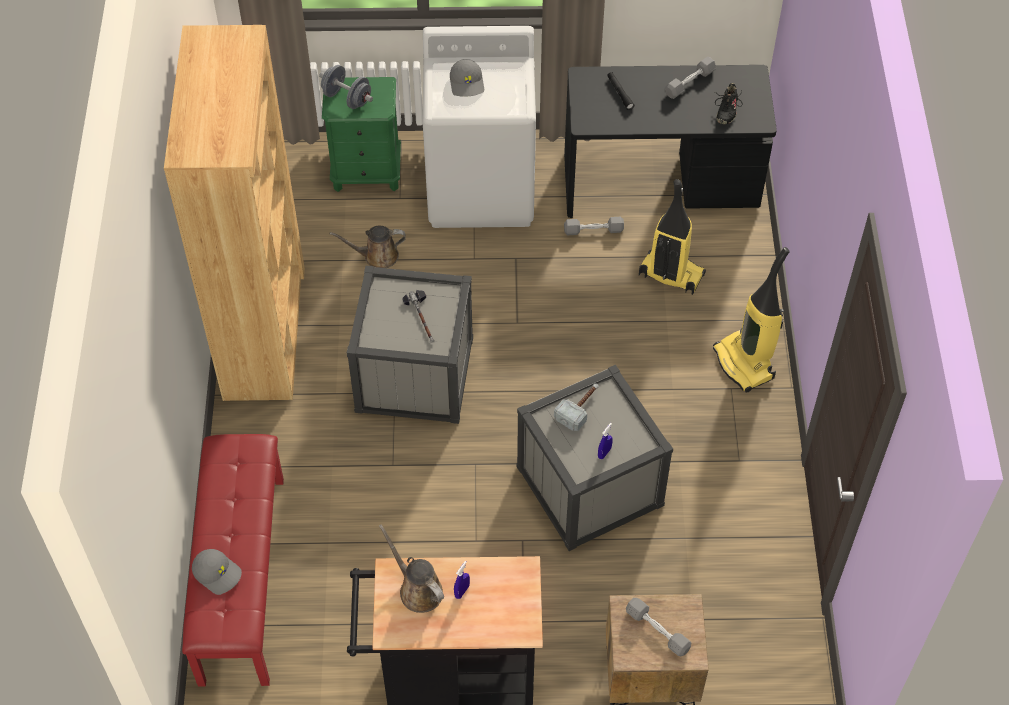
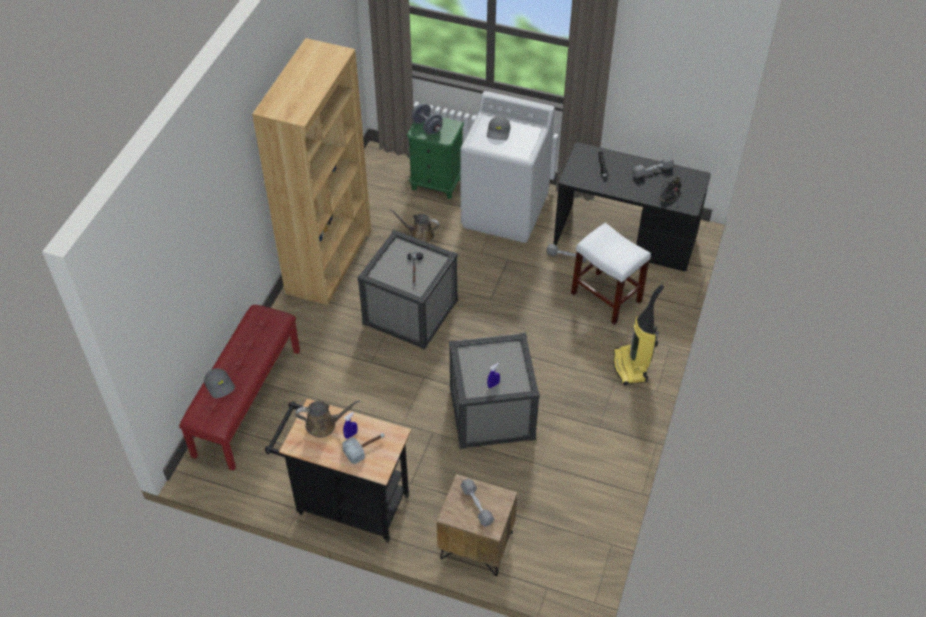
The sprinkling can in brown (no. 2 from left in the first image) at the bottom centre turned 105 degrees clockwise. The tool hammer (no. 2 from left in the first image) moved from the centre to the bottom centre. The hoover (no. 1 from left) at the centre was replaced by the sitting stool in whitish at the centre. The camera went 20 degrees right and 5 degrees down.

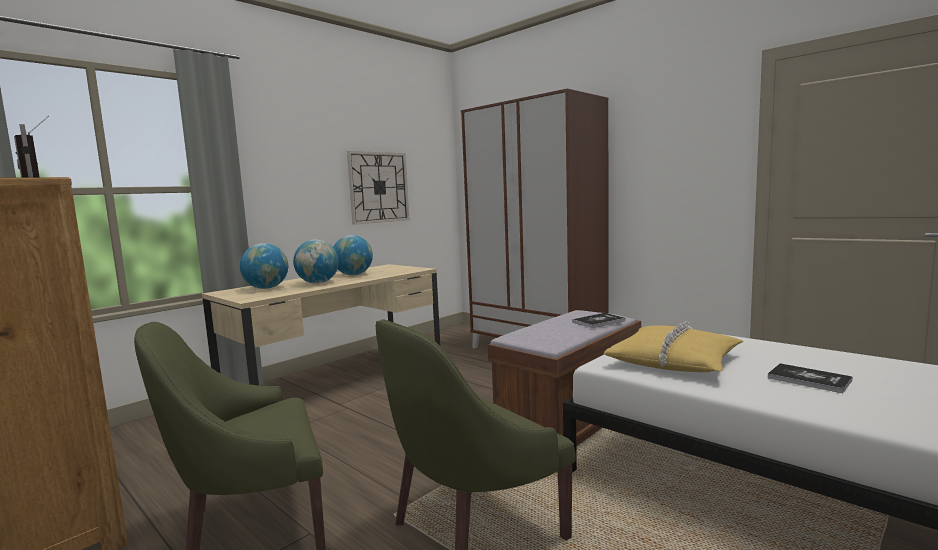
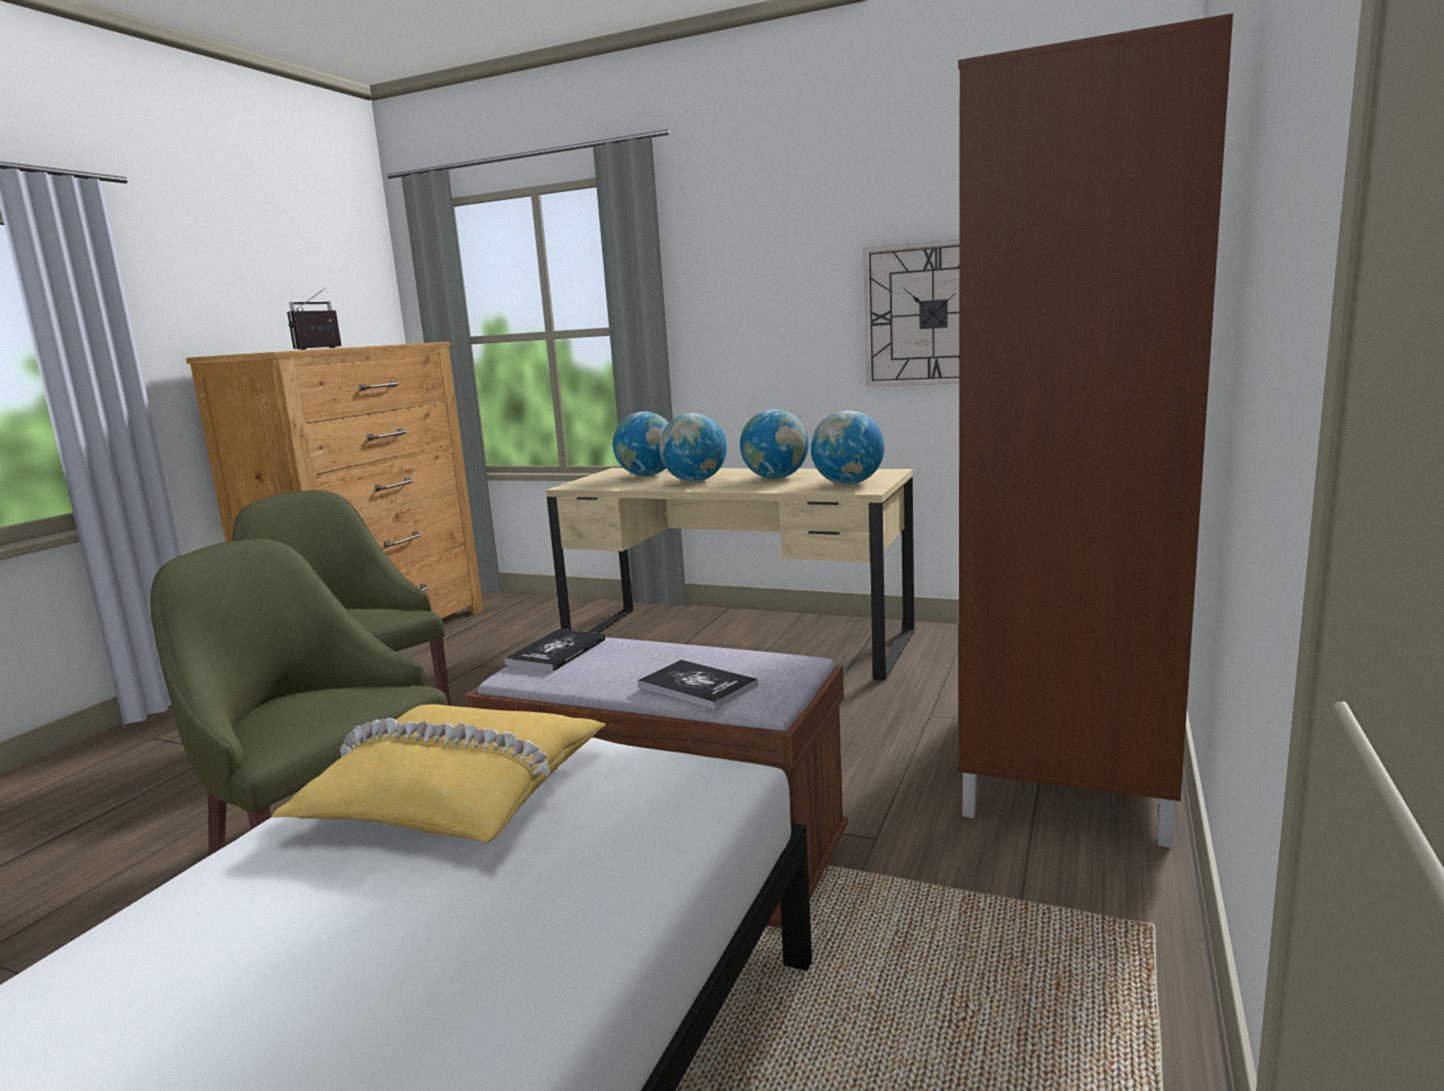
The bound book (no. 2 from left in the first image) moved from the bottom right to the centre. The globe (no. 4 from left) at the centre appeared. The camera went 70 degrees right and 5 degrees up.

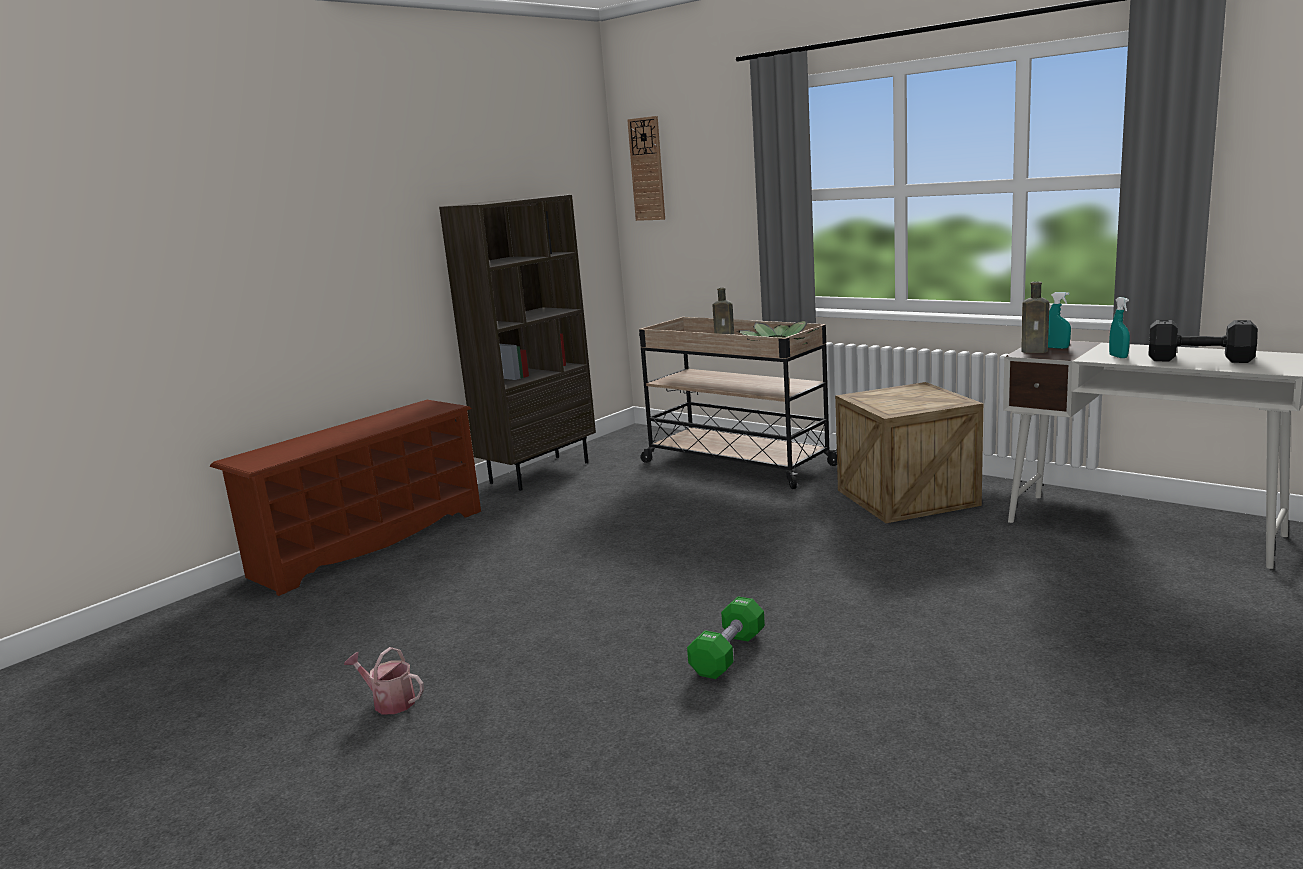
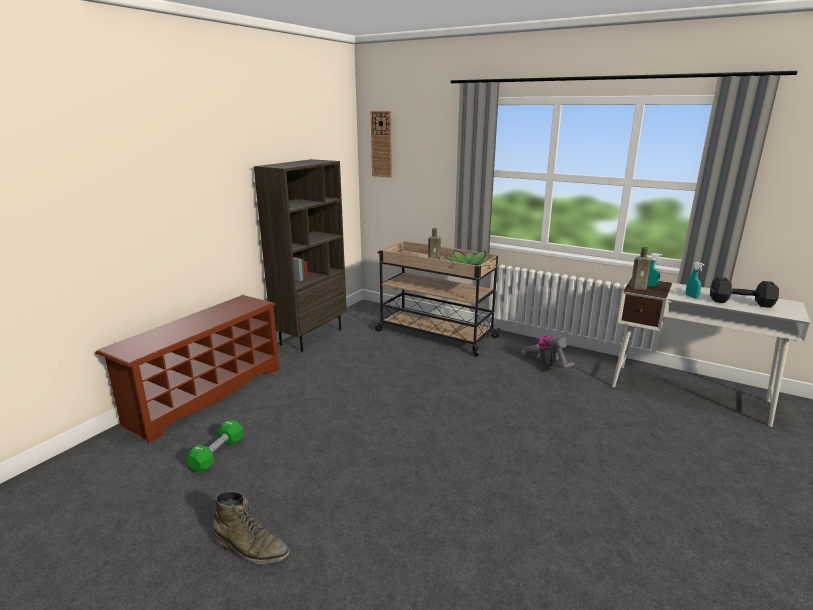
The dumbbell in green-coloured moved from the bottom centre to the bottom left. The sprinkling can at the bottom left was replaced by the tall boot in green-coloured at the bottom left. The packing crate at the middle right was replaced by the hoover at the middle right. The camera went 10 degrees left and 5 degrees up.

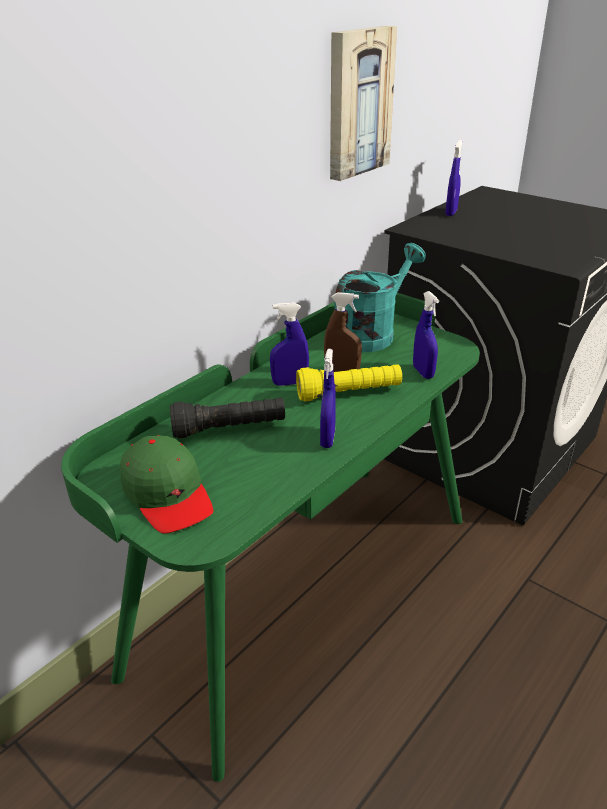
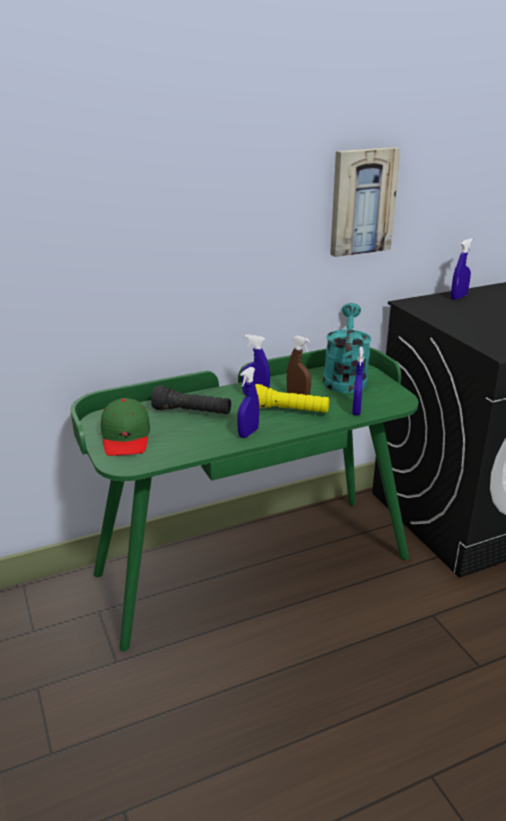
The sprinkling can in blue-green at the centre turned 60 degrees counterclockwise. The camera went 25 degrees right and 5 degrees down.

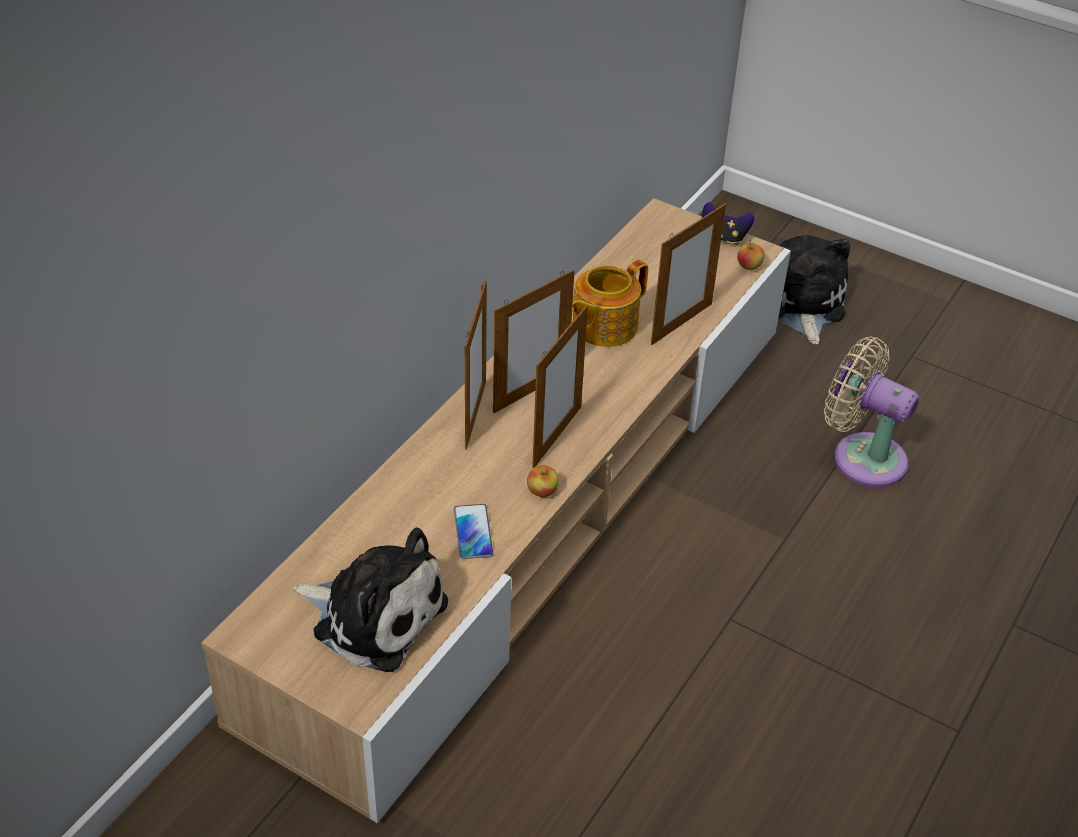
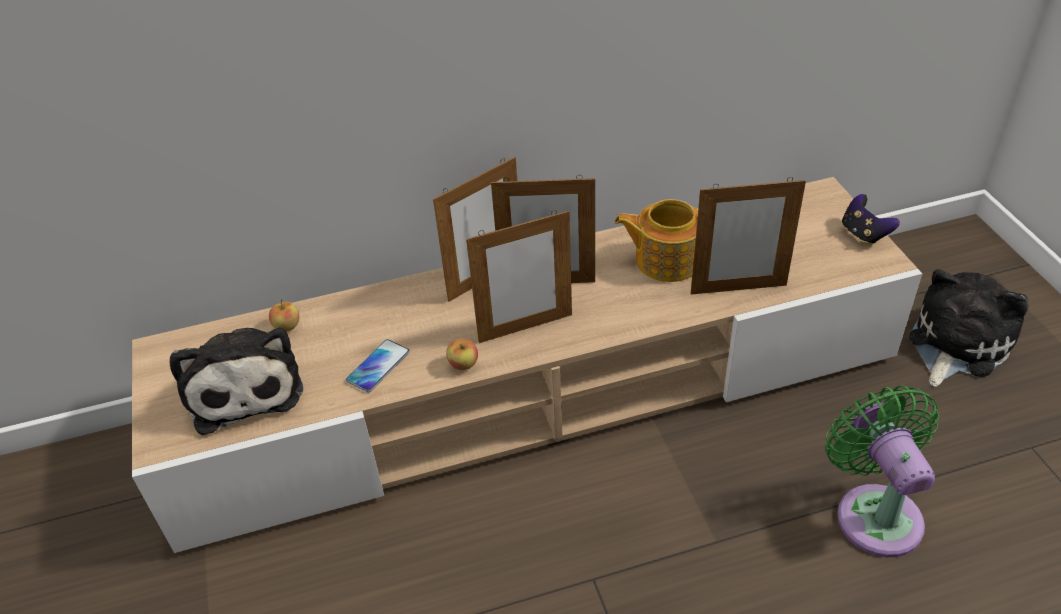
The apple fruit (no. 2 from left in the first image) moved from the top right to the middle left. The electric fan in beige at the middle right became the electric fan in green-coloured at the bottom right. The camera went 45 degrees right and 0 degrees up.

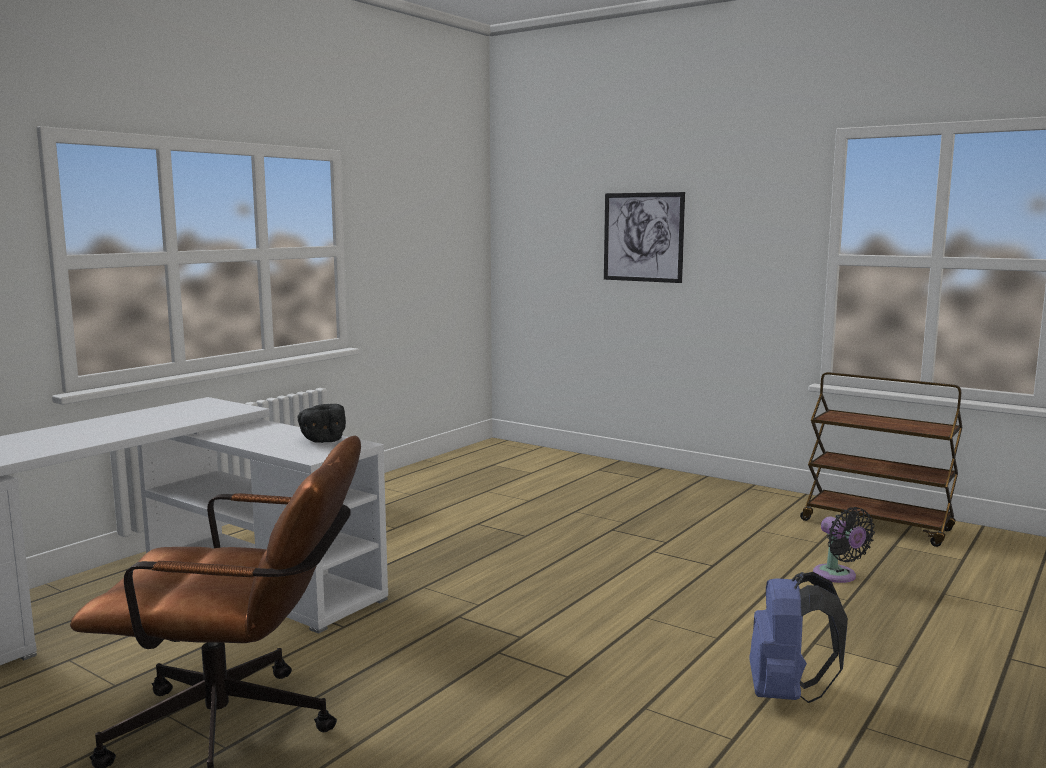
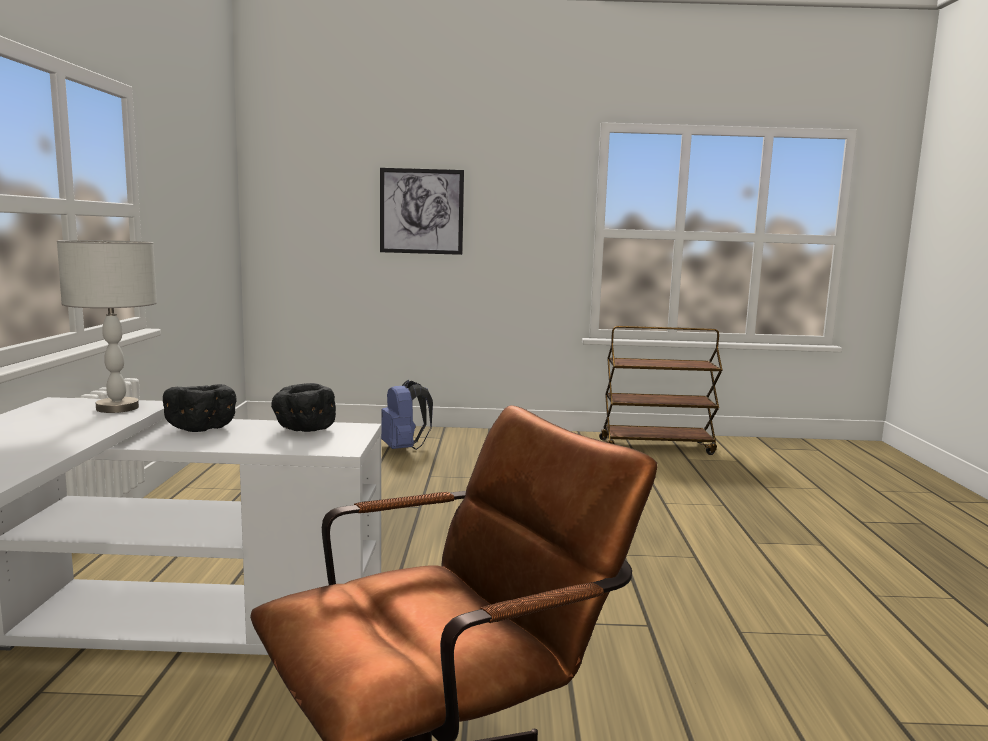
The tabletop lamp in grey at the middle left appeared. The deep dish in black-coloured (no. 1 from left) at the middle left appeared. The knapsack in bluish moved from the bottom right to the centre. The electric fan in black-coloured at the bottom right disappeared. The camera went 35 degrees left and 0 degrees up.

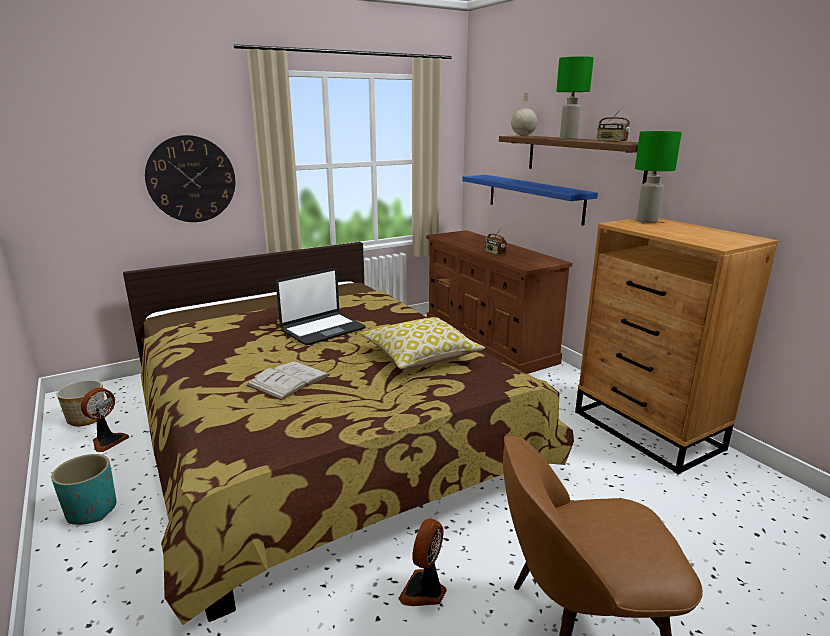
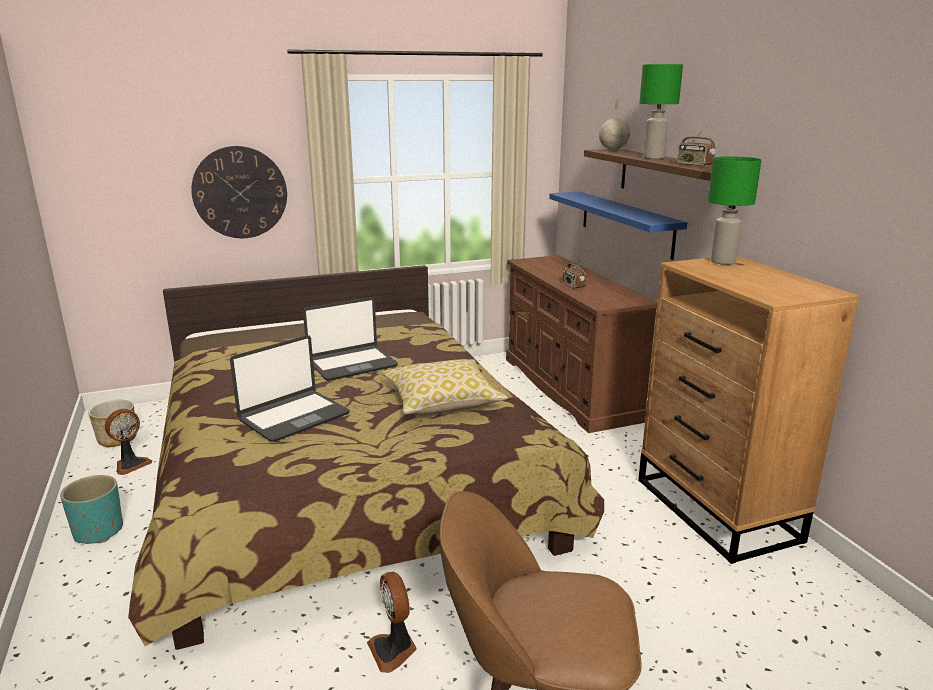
The bound book in whitish at the centre was replaced by the notebook computer (no. 1 from left) at the middle left. The electric fan (no. 2 from left) at the bottom centre turned 60 degrees counterclockwise. The camera went 10 degrees right and 0 degrees up.

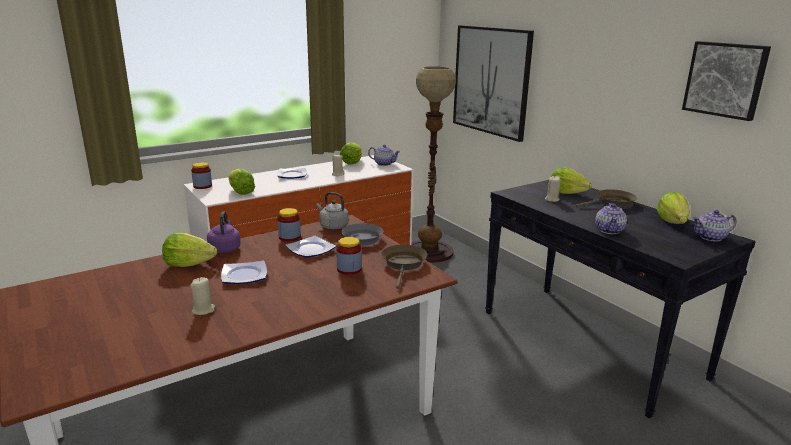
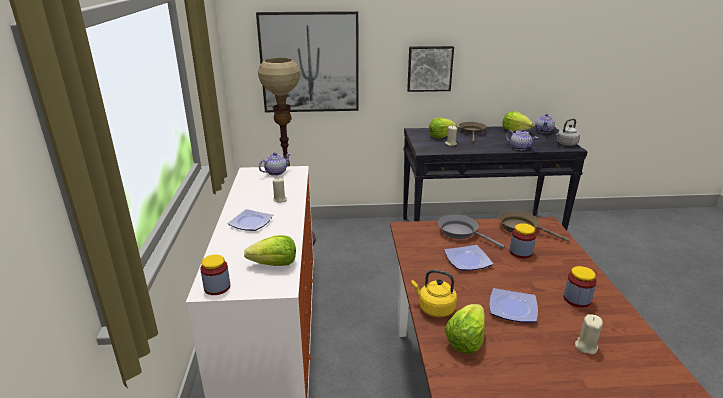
The wall picture (no. 2 from left) moved from the top right to the top centre. The tea kettle in purple-coloured at the middle left became the tea kettle in yellow-coloured at the bottom centre. The tea kettle in grey moved from the centre to the top right. The preserve jar (no. 2 from left in the first image) moved from the centre to the bottom right. The lettuce (no. 3 from left) at the centre disappeared. The camera went 60 degrees left and 5 degrees up.

